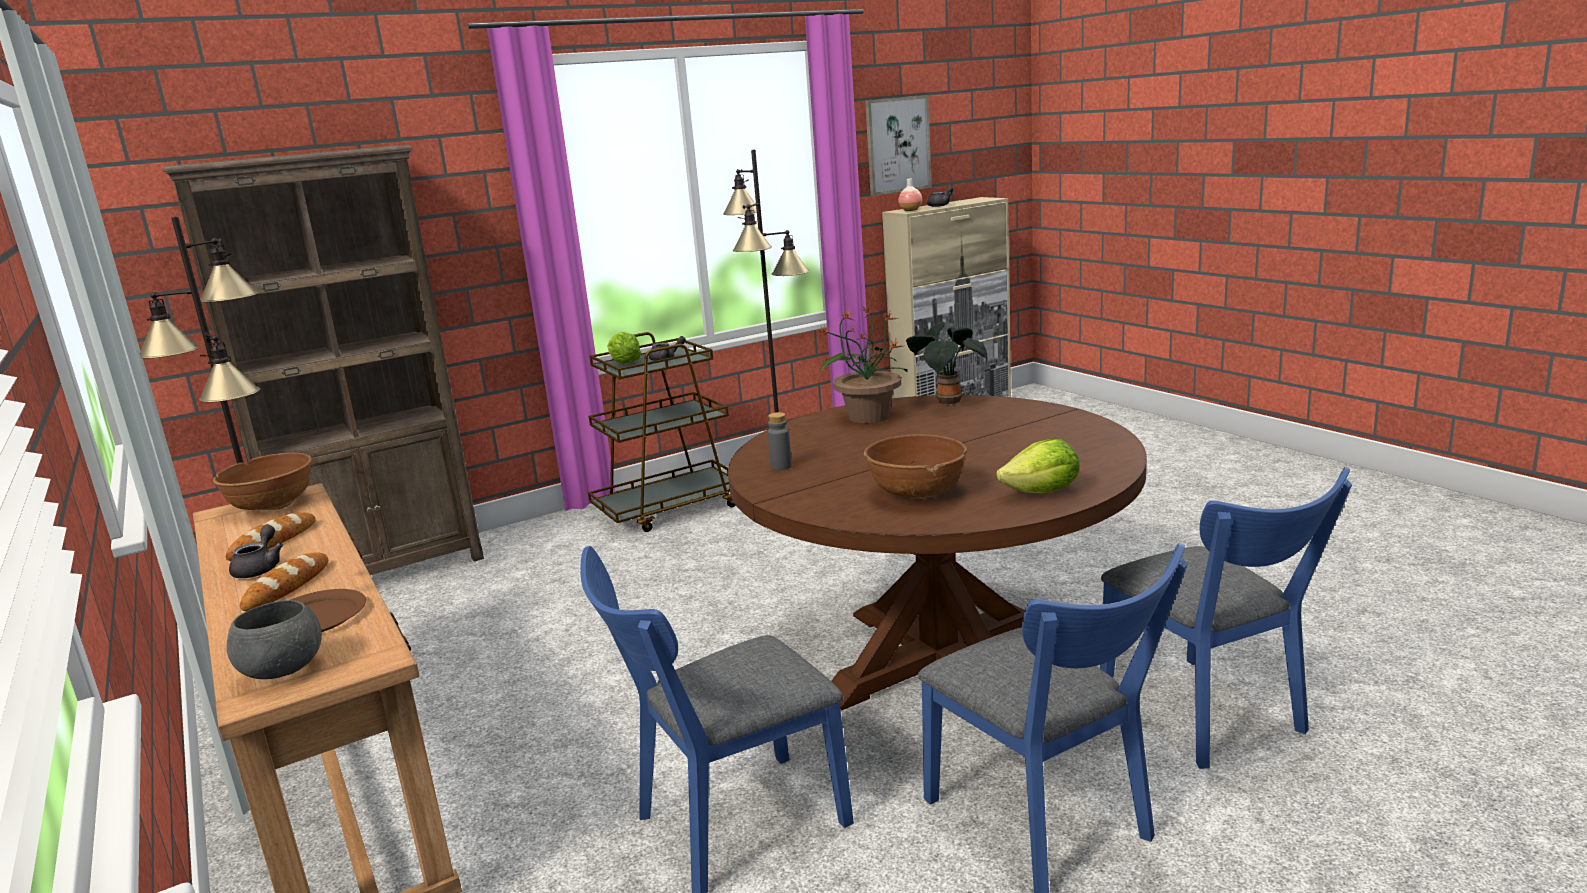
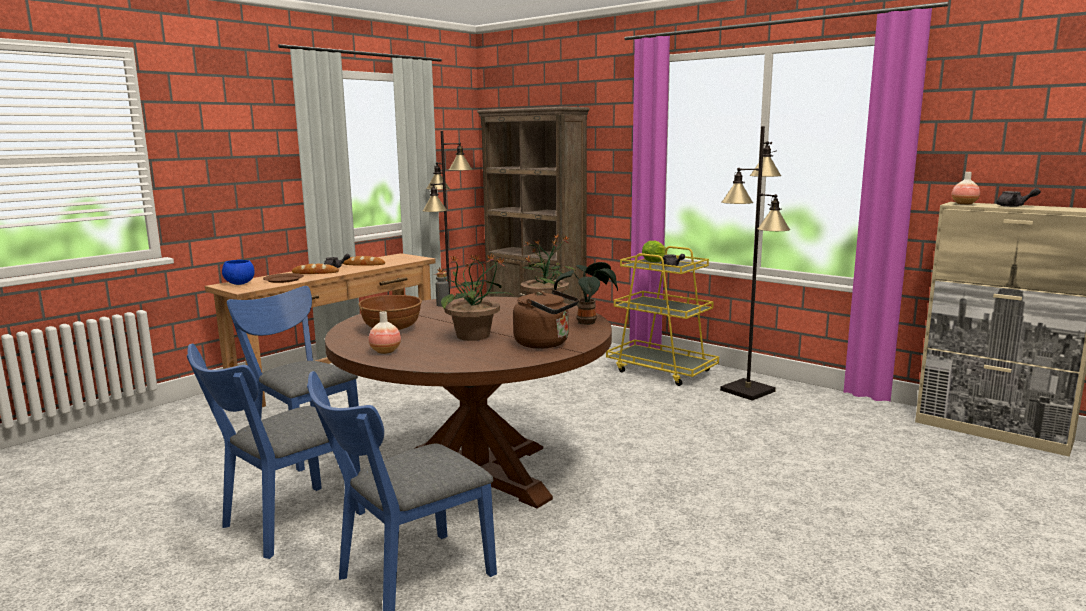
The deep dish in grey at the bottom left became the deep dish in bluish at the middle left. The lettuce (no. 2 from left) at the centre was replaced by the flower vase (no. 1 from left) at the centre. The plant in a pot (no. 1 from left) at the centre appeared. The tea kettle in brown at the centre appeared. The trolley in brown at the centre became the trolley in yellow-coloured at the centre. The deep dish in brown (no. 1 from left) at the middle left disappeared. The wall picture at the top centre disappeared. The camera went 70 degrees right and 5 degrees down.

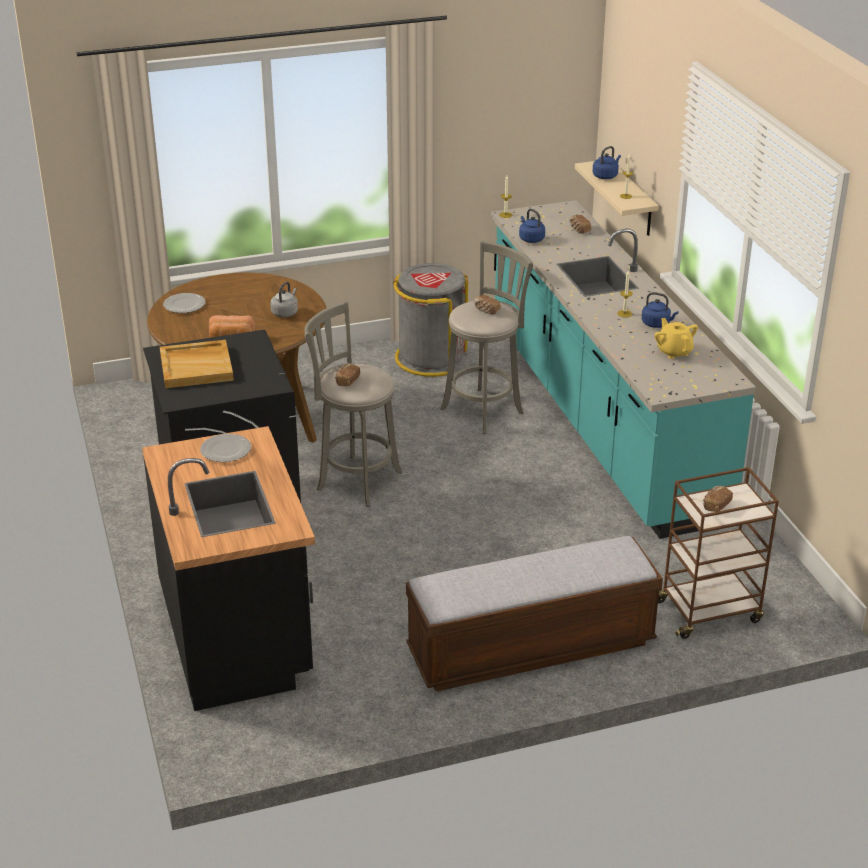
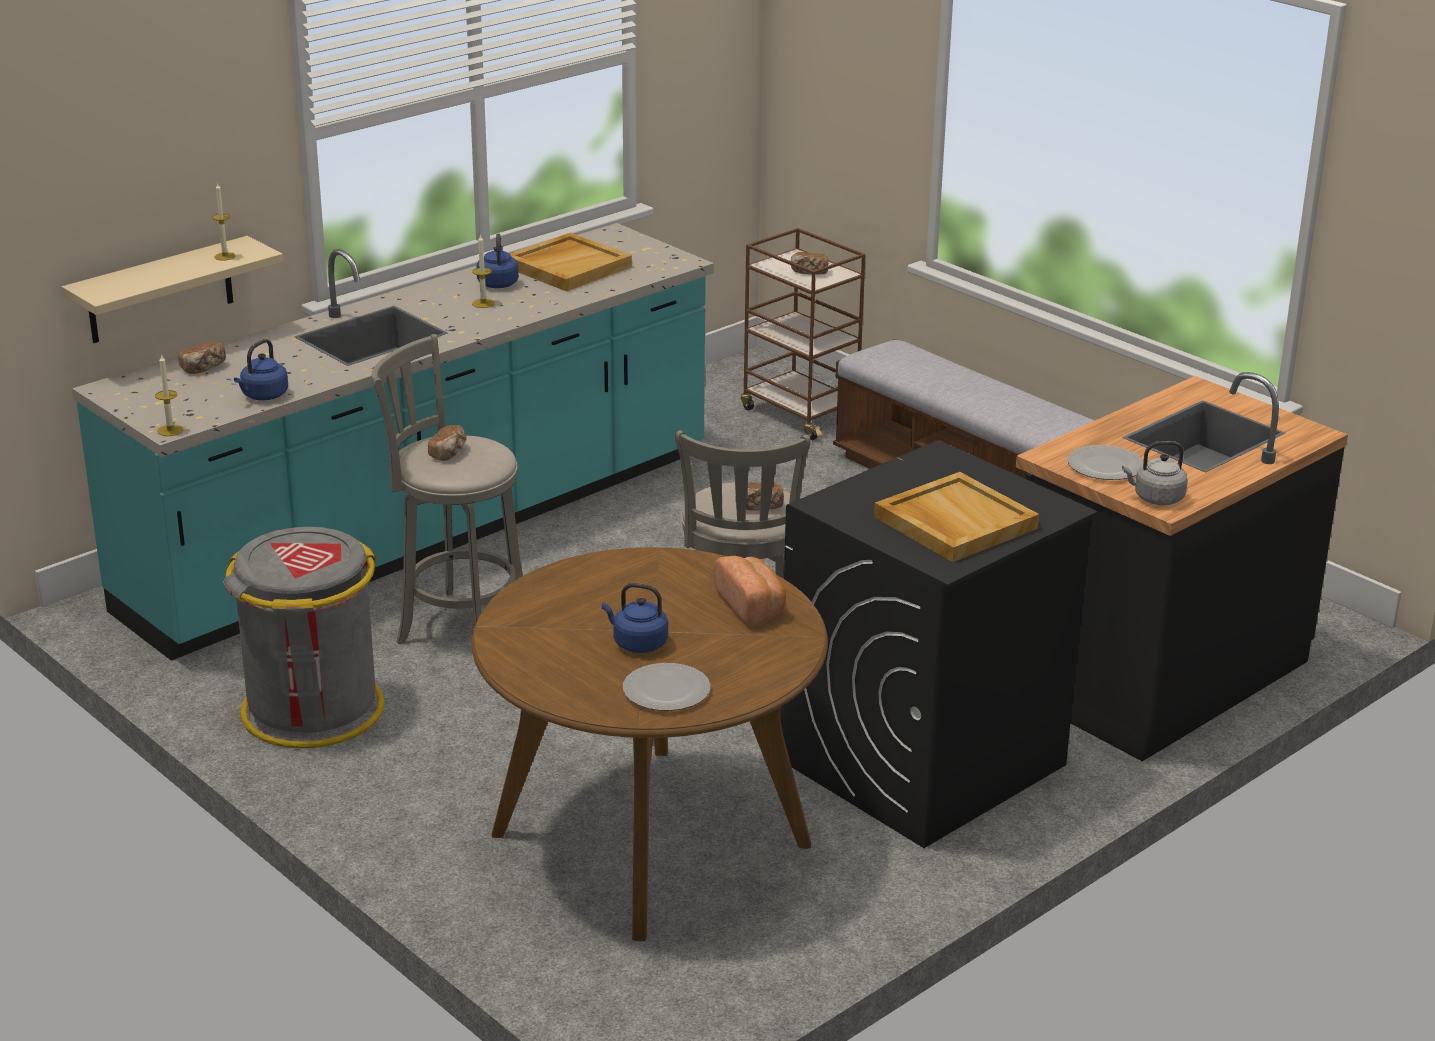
The tea pot in yellow-coloured at the middle right was replaced by the carrying tray in beige (no. 1 from left) at the top centre. The tea kettle in bluish (no. 2 from left in the first image) moved from the top right to the centre. The tea kettle in grey moved from the middle left to the middle right. The camera went 115 degrees left and 5 degrees down.

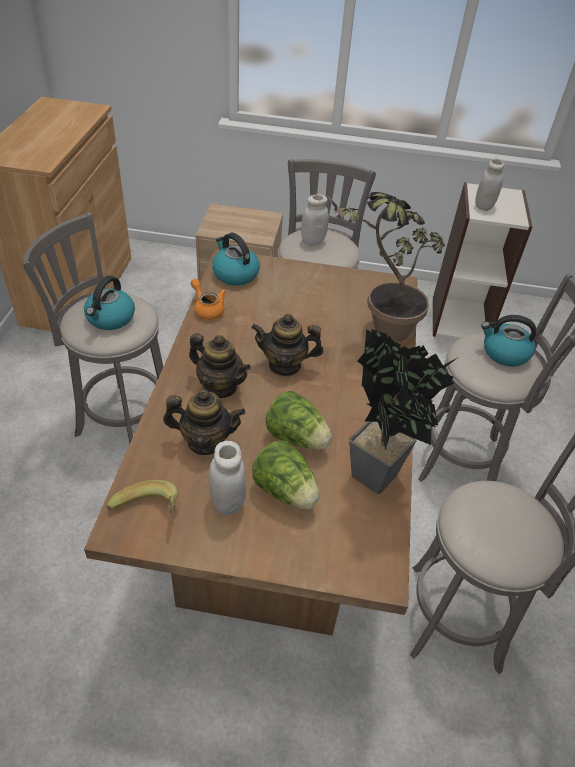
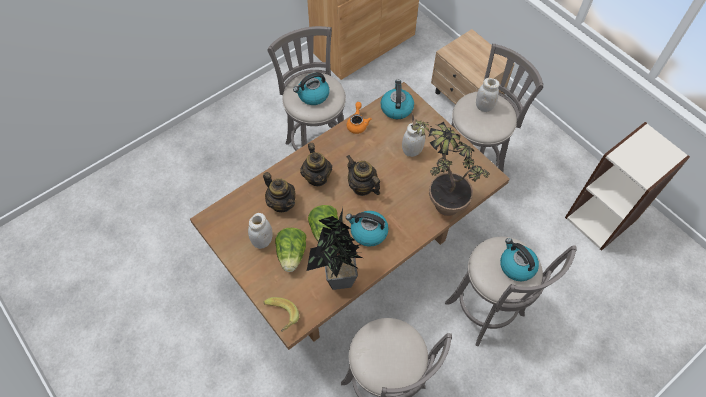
The banana moved from the middle left to the bottom centre. The tea kettle (no. 2 from left) at the centre appeared. The preserve jar in whitish (no. 3 from left in the first image) moved from the top right to the centre. The camera went 45 degrees right and 15 degrees up.

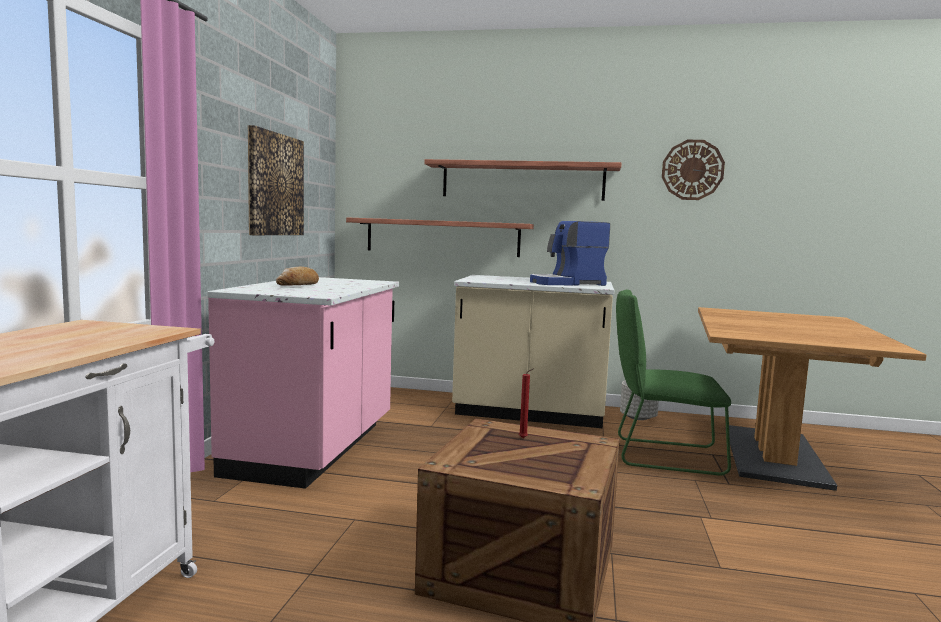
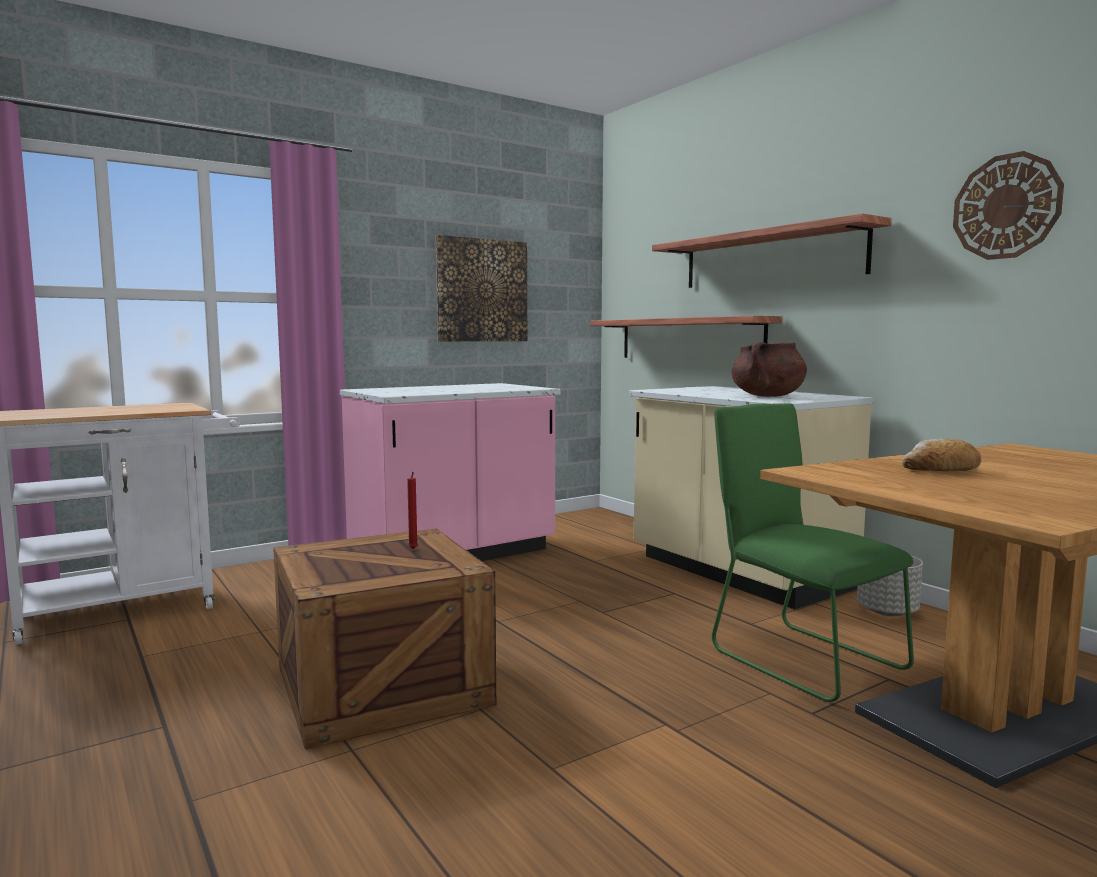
The coffee maker at the centre was replaced by the stockpot in brown at the middle right. The baked bread moved from the middle left to the middle right. The camera went 45 degrees right and 0 degrees up.

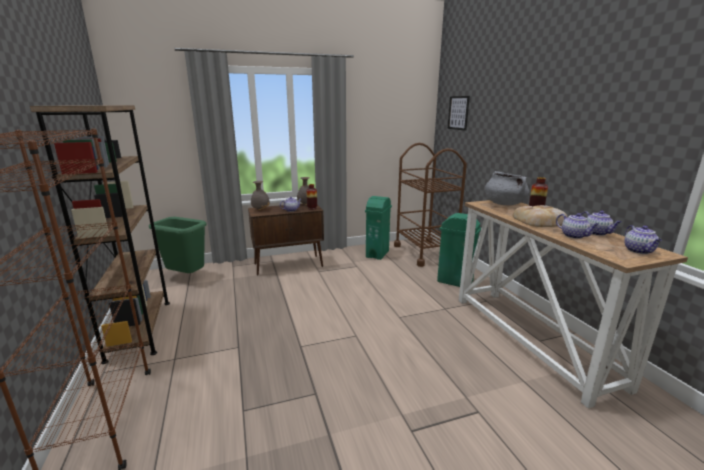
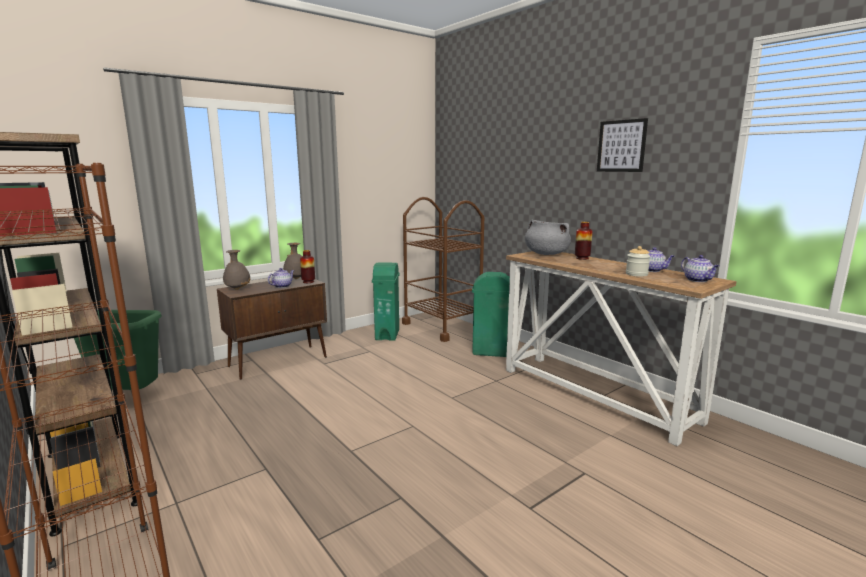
The wall picture moved from the top centre to the top right. The tea pot (no. 2 from left) at the middle right was replaced by the preserve jar at the middle right. The baked bread at the middle right disappeared. The camera went 20 degrees left and 5 degrees down.

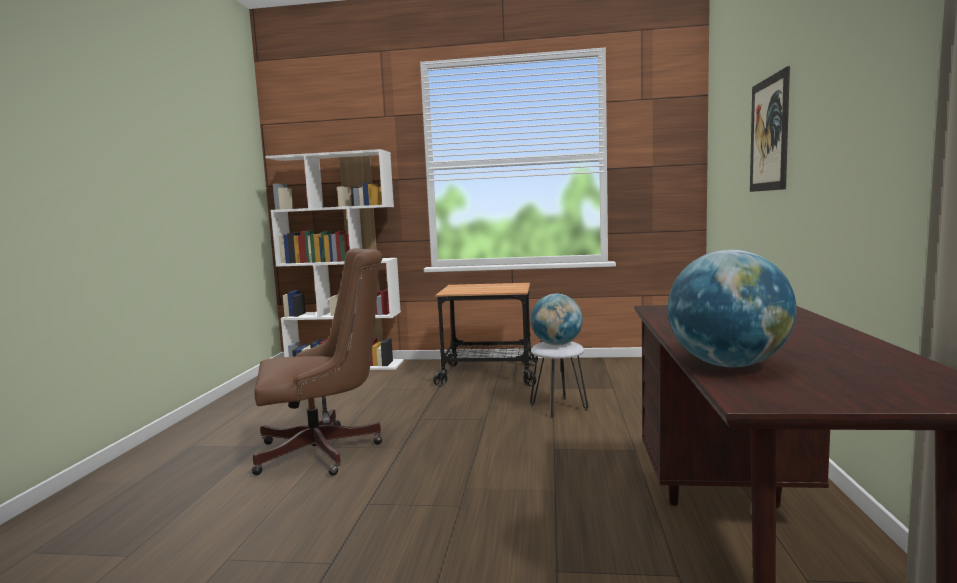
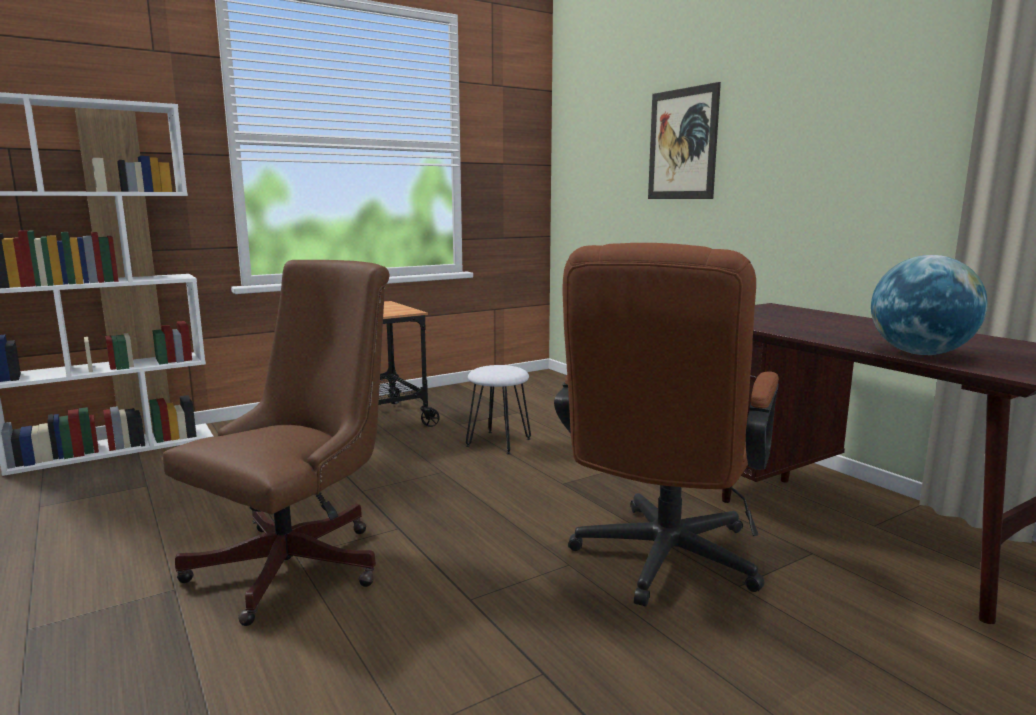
The office chair in brown (no. 2 from left) at the centre appeared. The globe (no. 1 from left) at the centre disappeared. The camera went 40 degrees left and 5 degrees up.

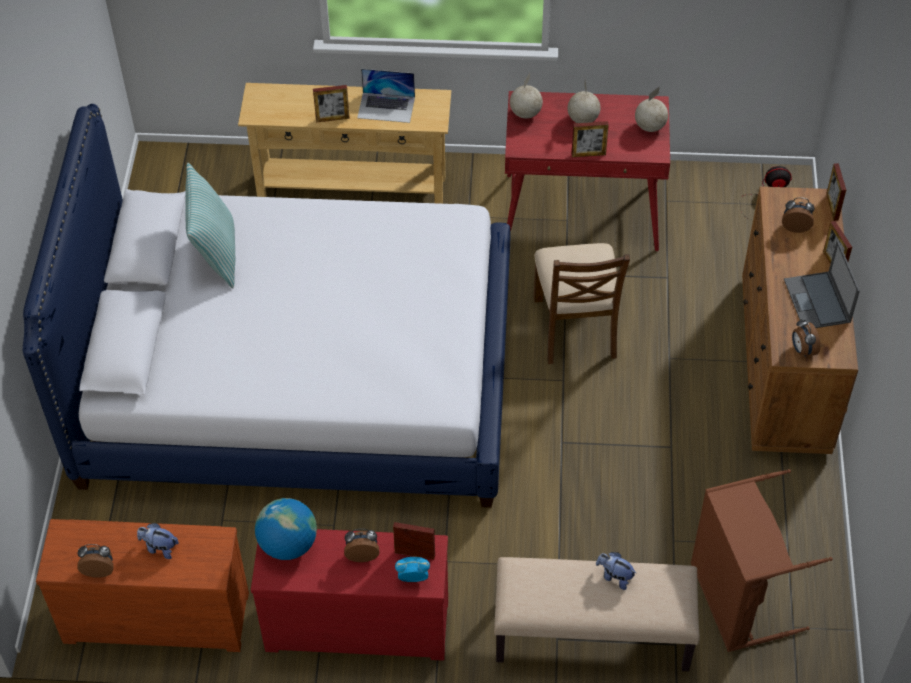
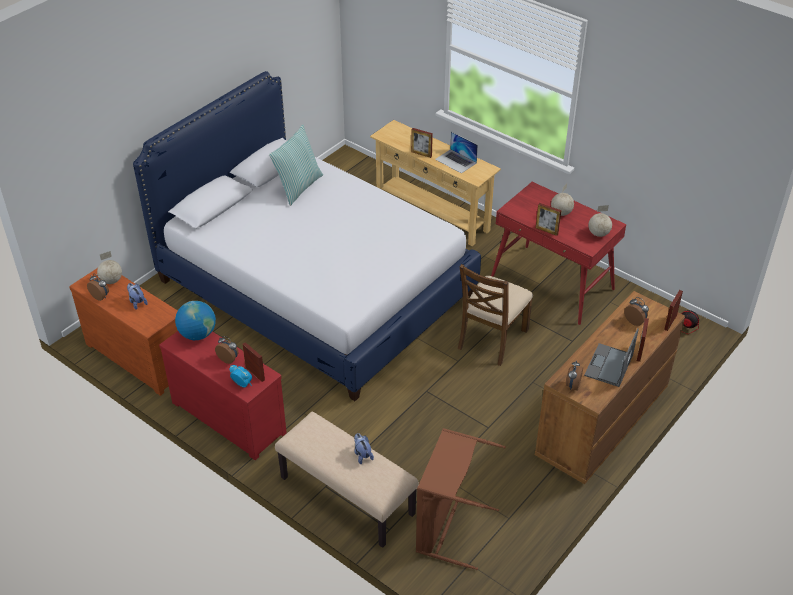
The globe (no. 2 from left in the first image) moved from the top centre to the middle left. The camera went 35 degrees right and 10 degrees down.

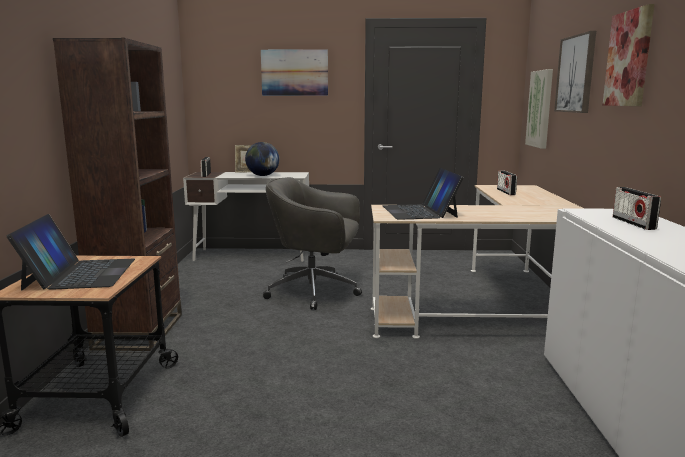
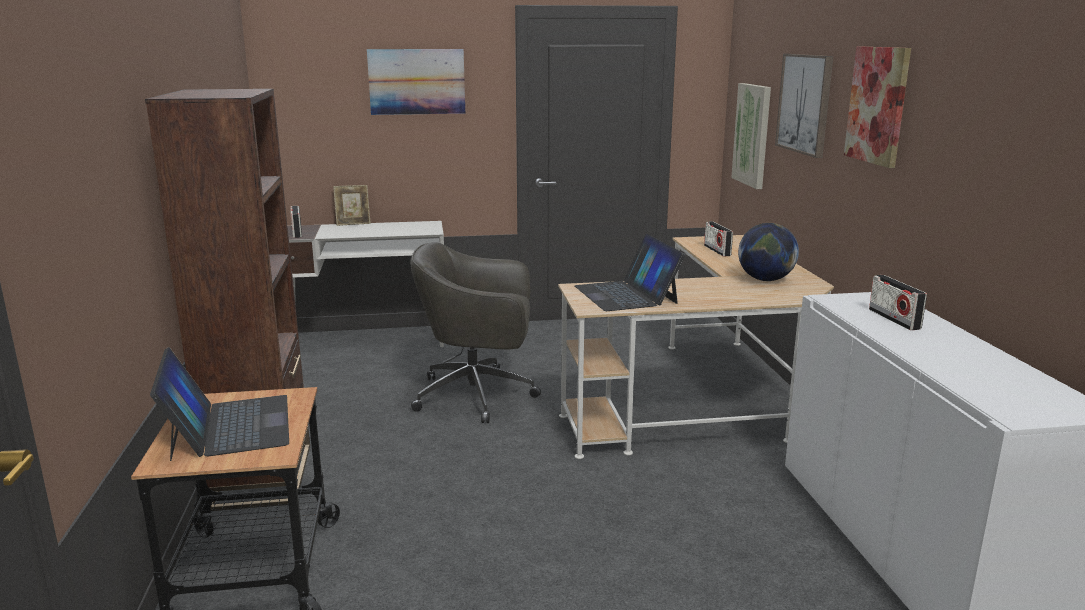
The globe moved from the centre to the middle right. The camera went 10 degrees left and 5 degrees up.

